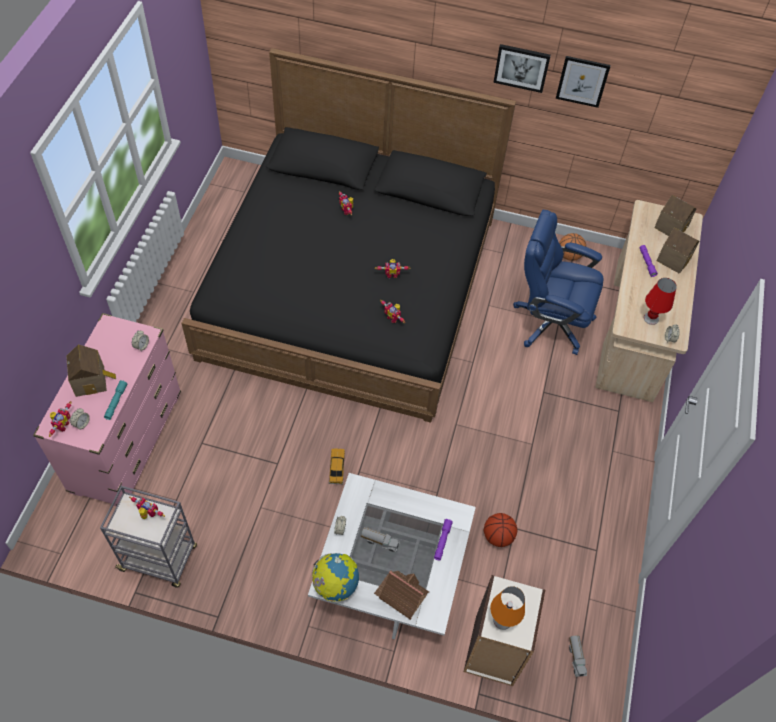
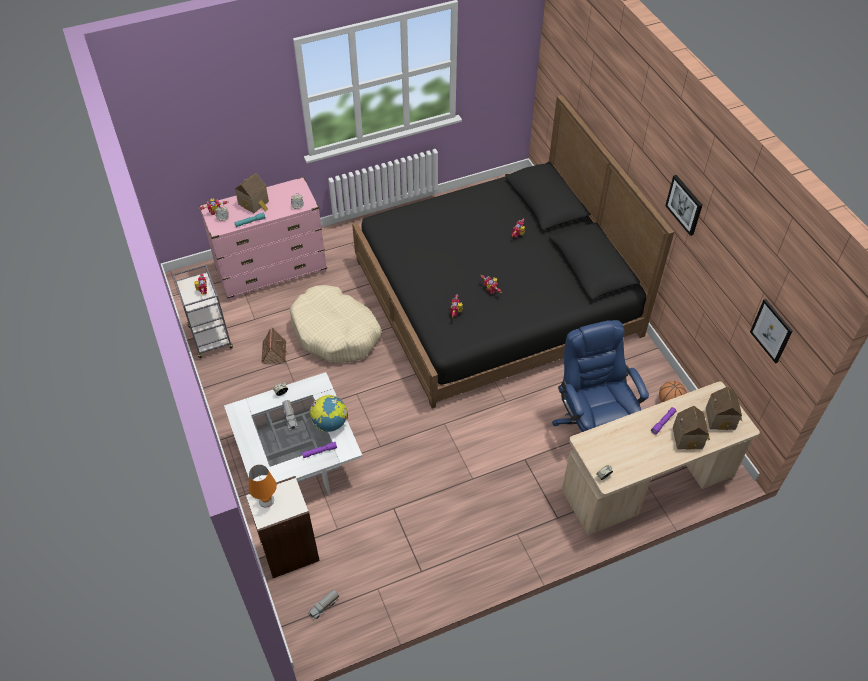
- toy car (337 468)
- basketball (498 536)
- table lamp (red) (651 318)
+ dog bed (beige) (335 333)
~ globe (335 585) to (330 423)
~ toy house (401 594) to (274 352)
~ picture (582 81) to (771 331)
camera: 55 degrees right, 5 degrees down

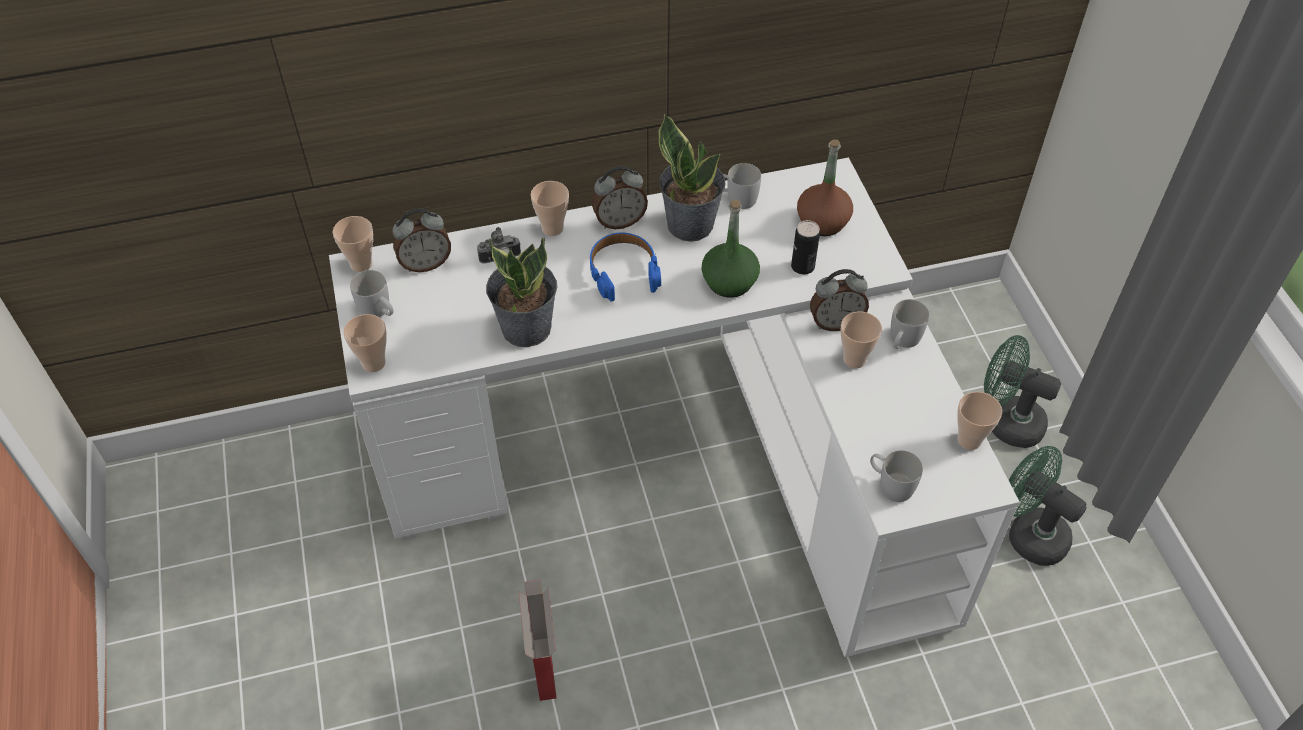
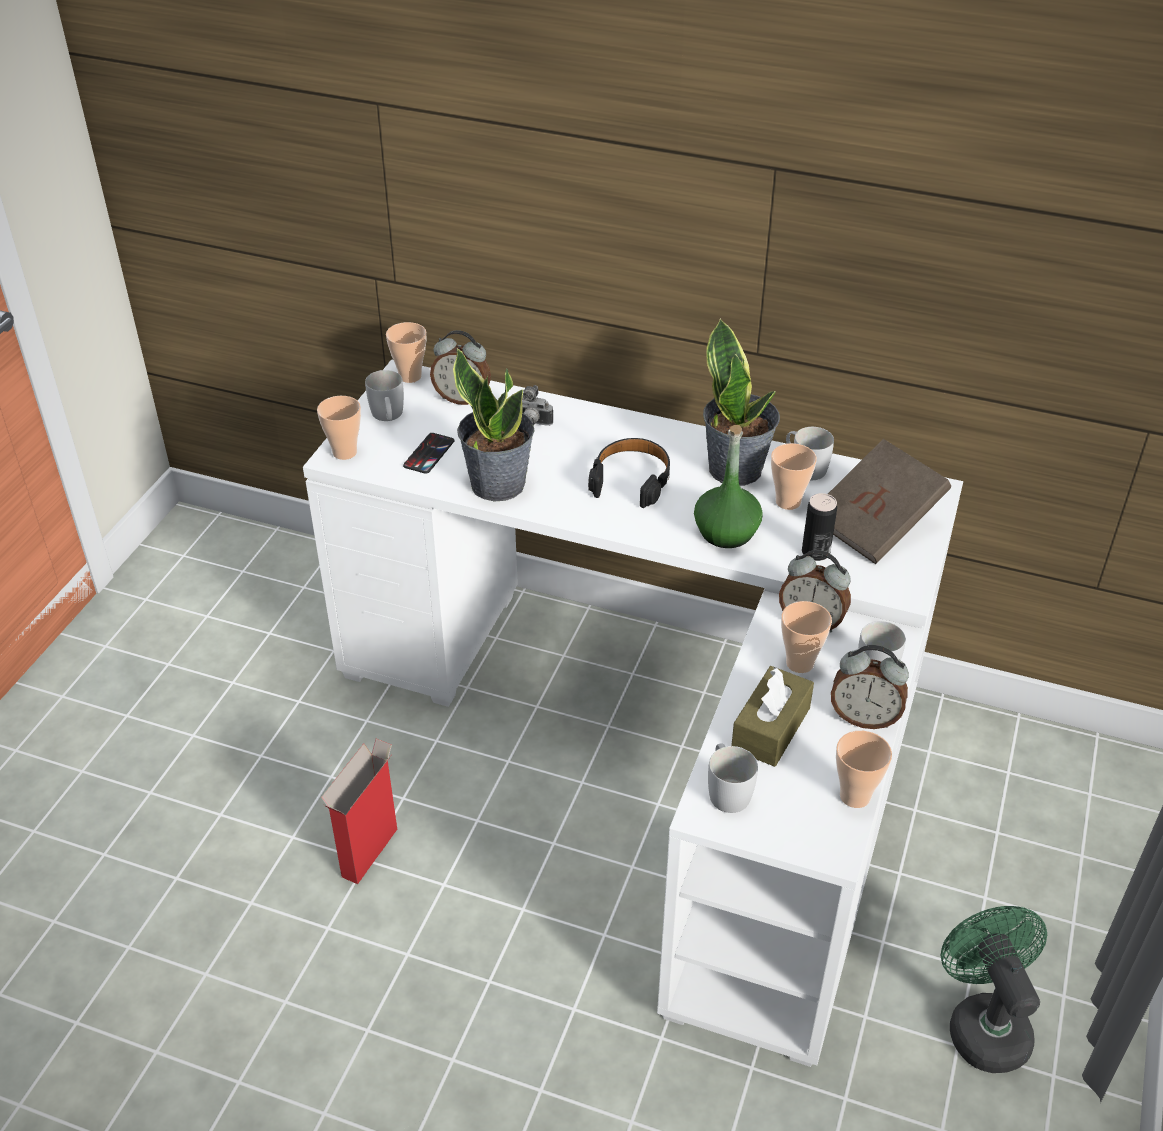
- fan (green) (1006 421)
+ phone (429 454)
+ tissue box (brown) (771 728)
~ cup (552 228) to (788 502)
~ alarm clock (619 221) to (864 717)
~ bottle (brown) (822 222) to book (brown) (876 524)
~ headphones (blue) (623 272) to headphones (black) (631 479)
camera: 35 degrees right, 10 degrees down

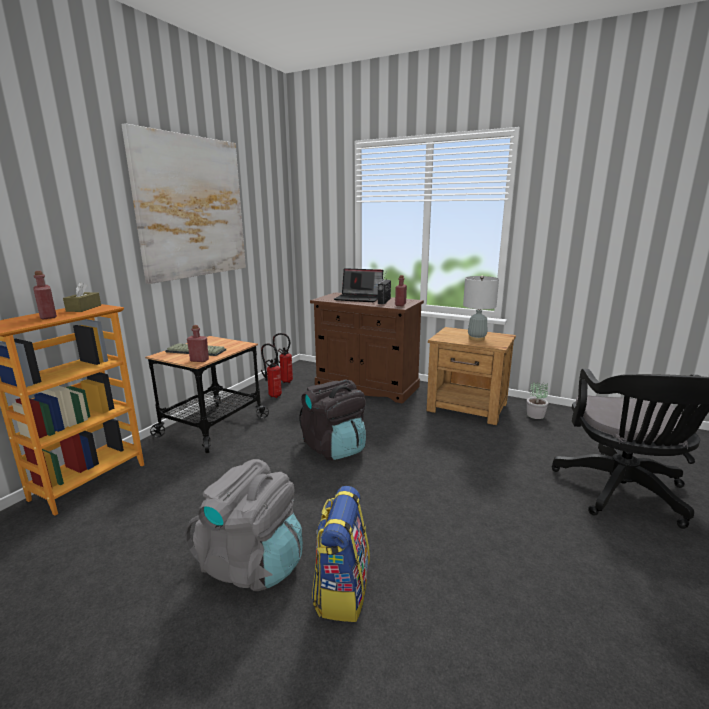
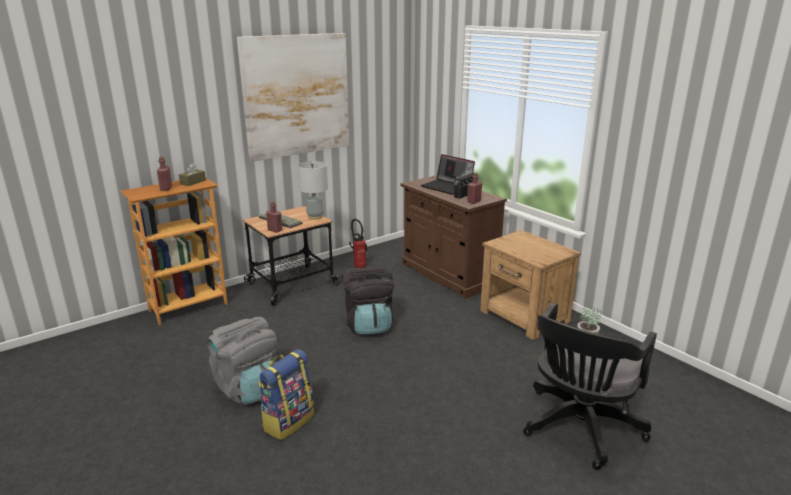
- fire extinguisher (285 381)
~ table lamp (grey) (477 338) to (315 217)
camera: 25 degrees right, 5 degrees up

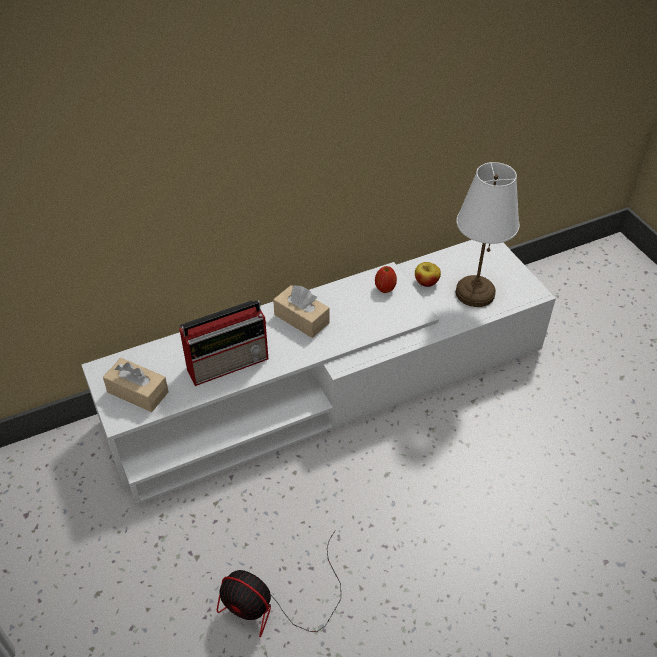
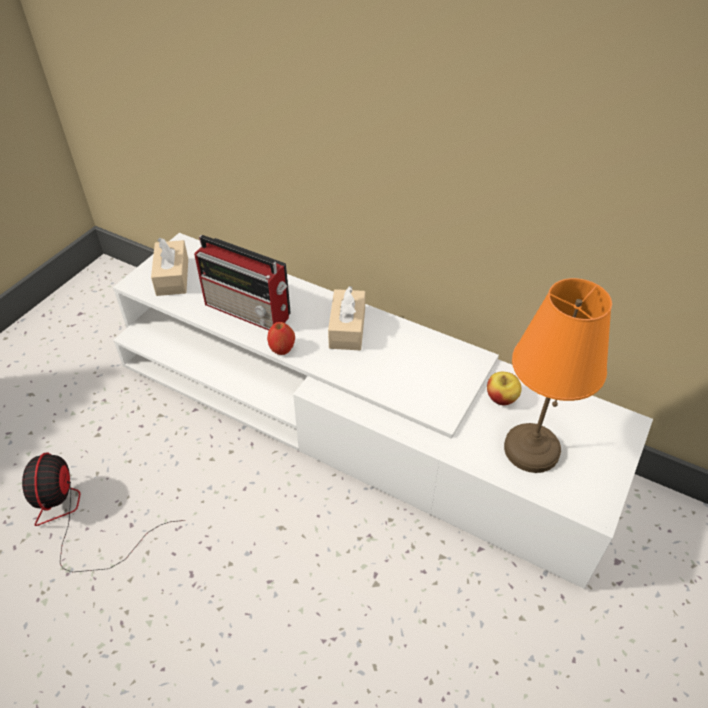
~ apple (385 288) to (282 349)
~ table lamp (white) (474 293) to table lamp (orange) (530 449)
camera: 55 degrees right, 0 degrees up

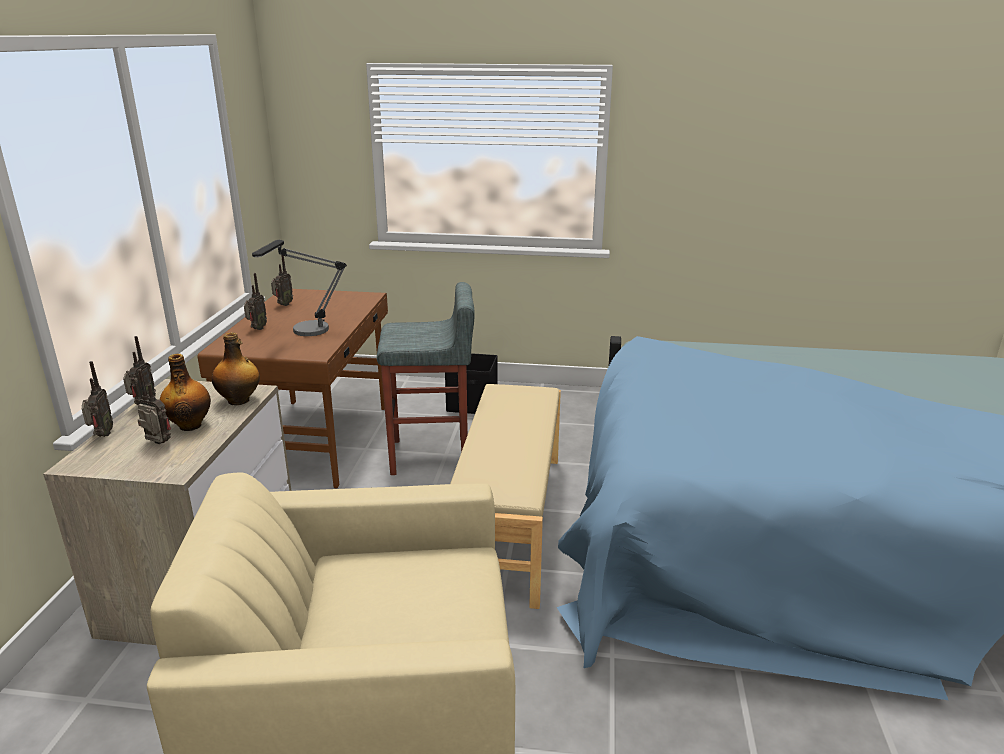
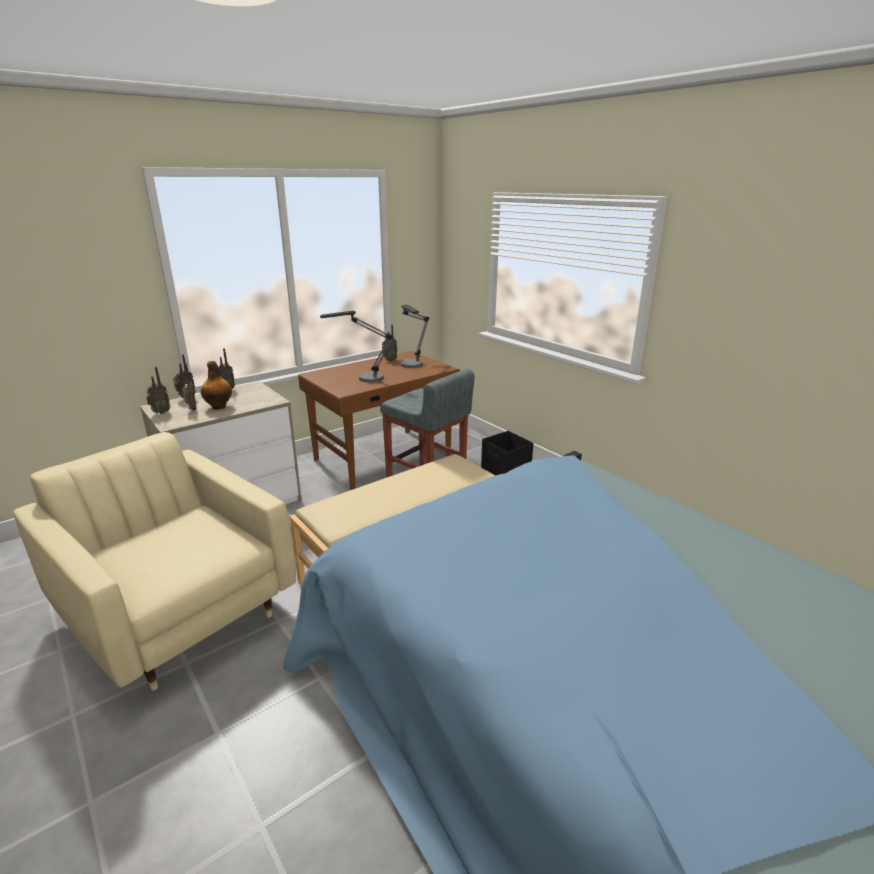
- bottle (239 400)
+ table lamp (412 366)
~ radio (257 329) to (160 412)
camera: 45 degrees right, 0 degrees up

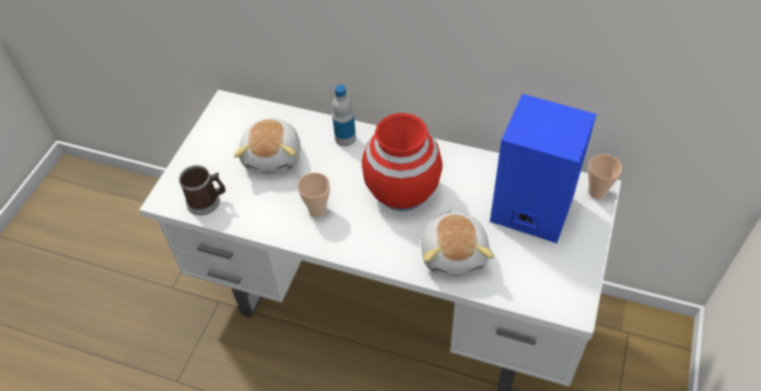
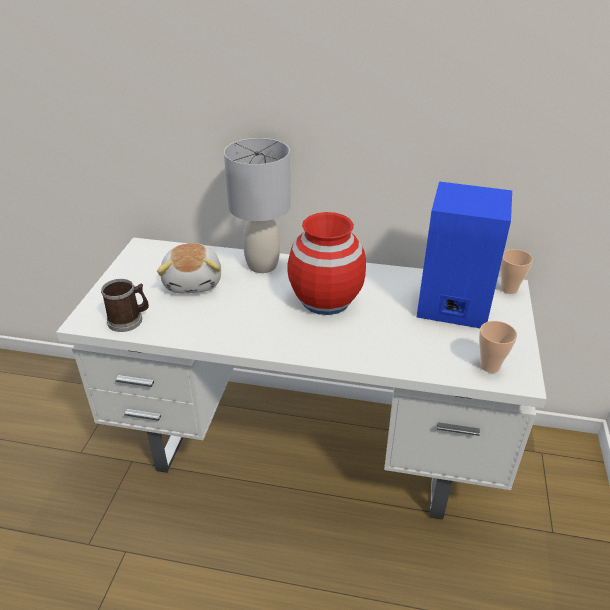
- plush toy (455 253)
~ cup (317 210) to (489 366)
~ bottle (345 138) to table lamp (grey) (262 265)
camera: 10 degrees left, 15 degrees down

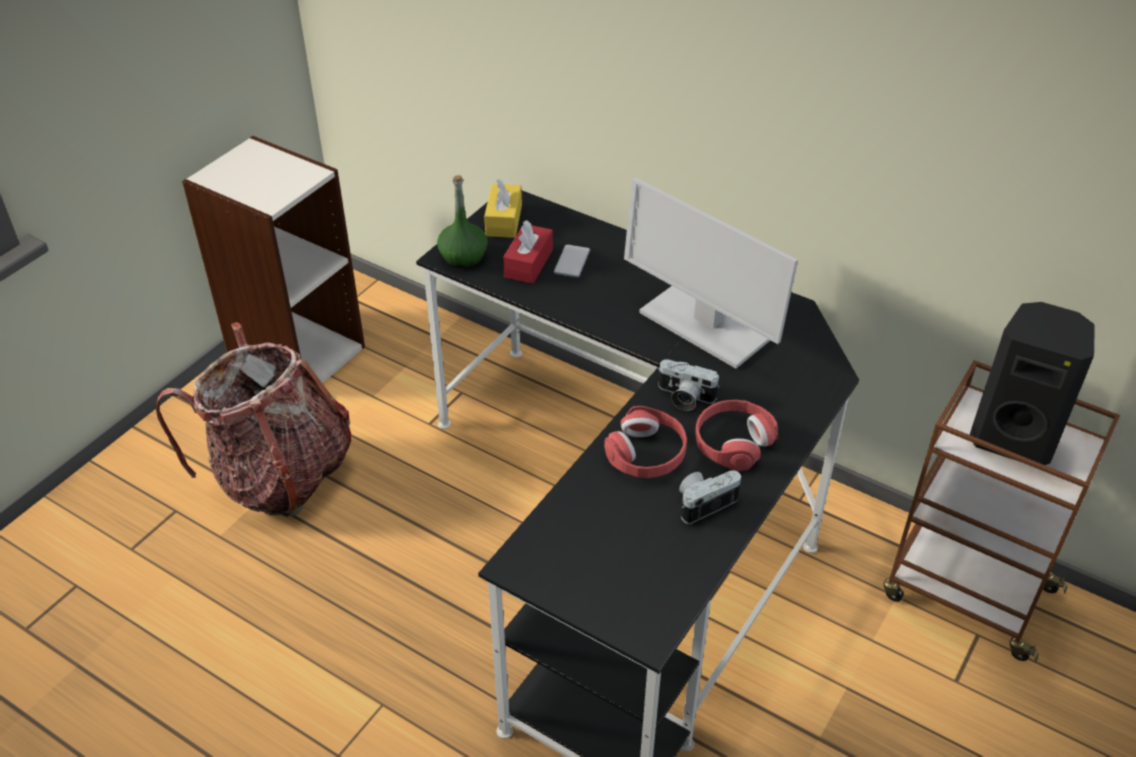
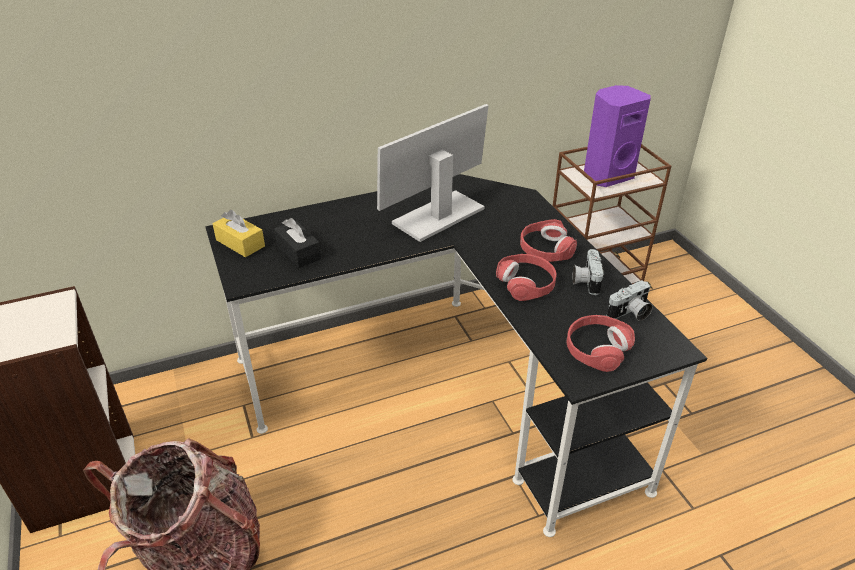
- bottle (green) (463 257)
- phone (572 262)
+ headphones (red) (597 349)
~ photo camera (684 397) to (630 313)
~ tissue box (red) (528 263) to tissue box (black) (298 252)
~ speaker (black) (1013 438) to speaker (purple) (607 176)
~ monitor (703 325) = (438 215) 150 degrees clockwise
camera: 55 degrees left, 5 degrees down

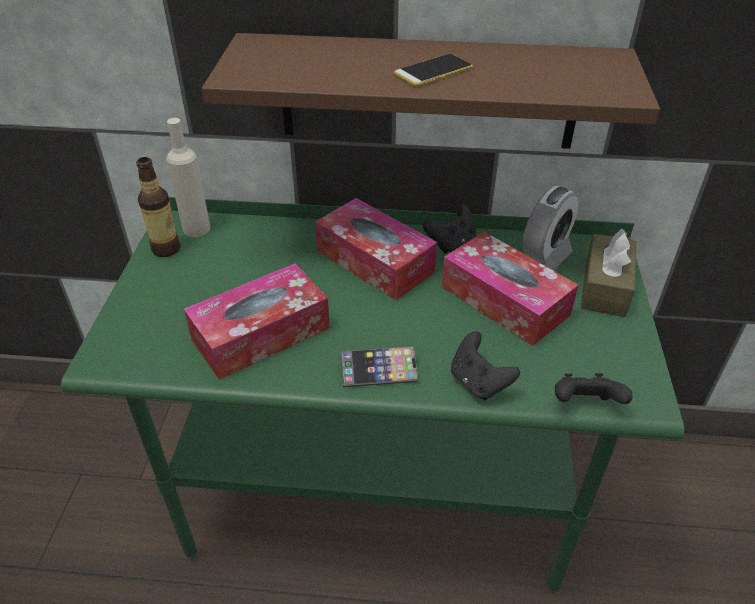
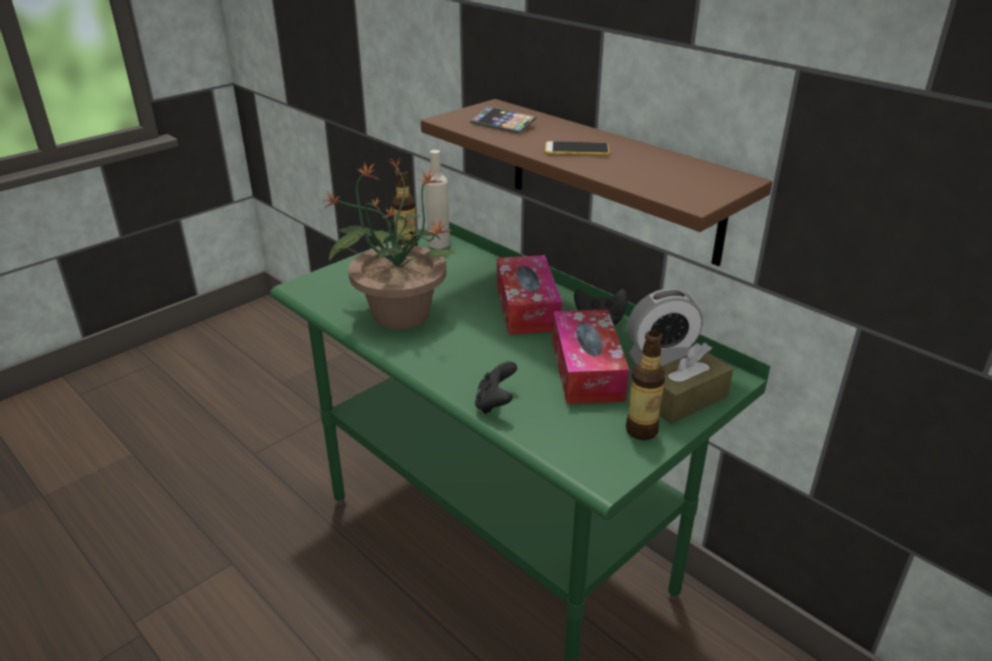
- game controller (black) (584 405)
+ bottle (641 430)
~ phone (378 370) to (502 124)
~ tissue box (261 334) to potted plant (399 313)
camera: 40 degrees right, 10 degrees down

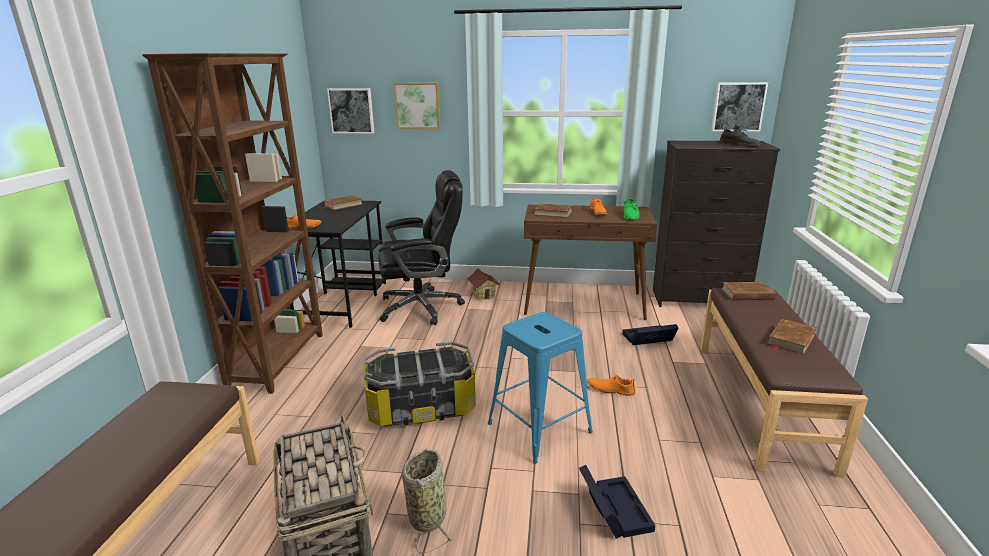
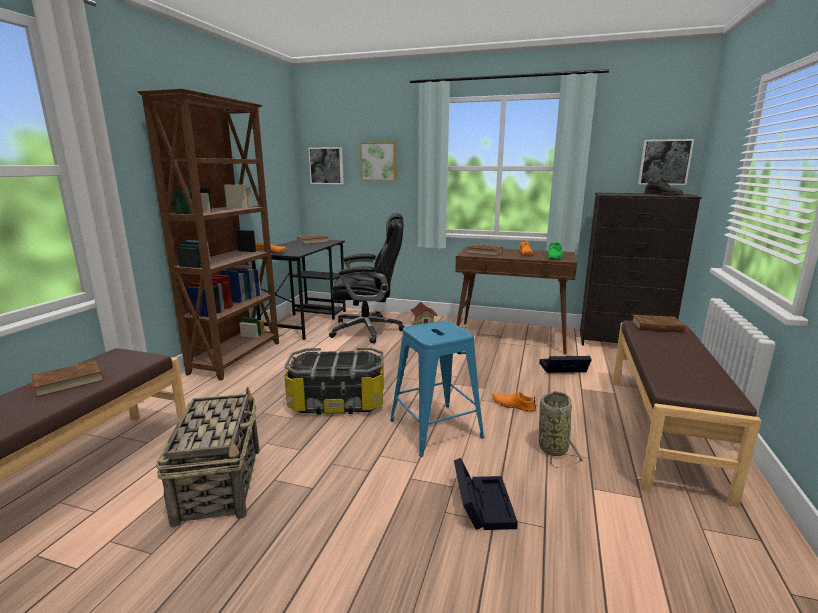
~ basket (428 515) to (552 447)
~ book (brown) (790 340) to (68 382)
camera: 10 degrees right, 5 degrees down

